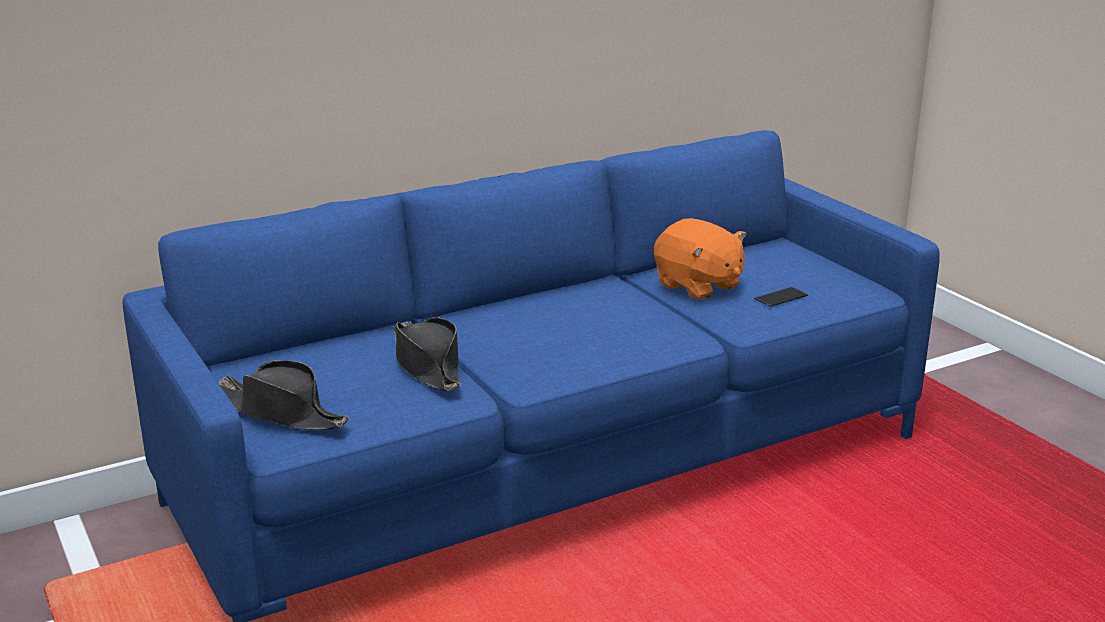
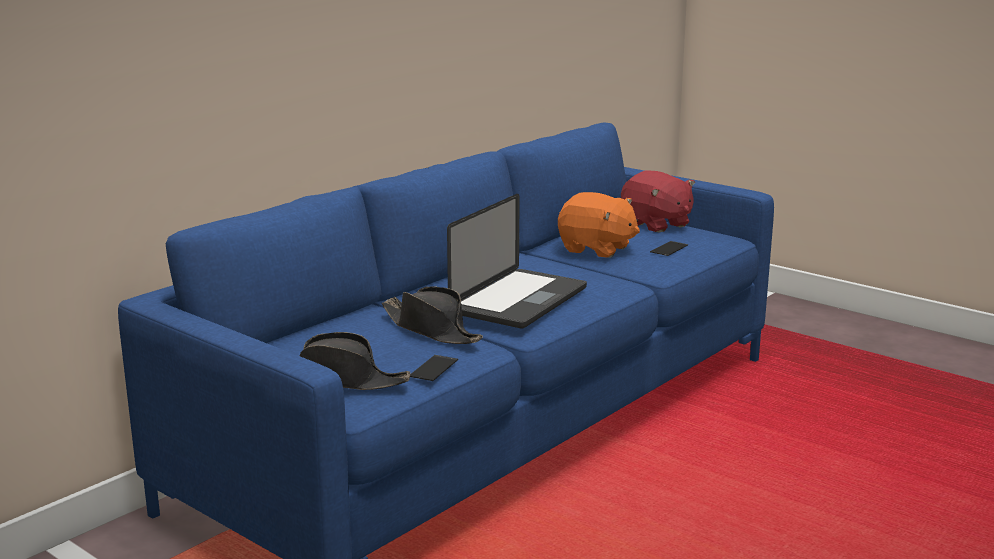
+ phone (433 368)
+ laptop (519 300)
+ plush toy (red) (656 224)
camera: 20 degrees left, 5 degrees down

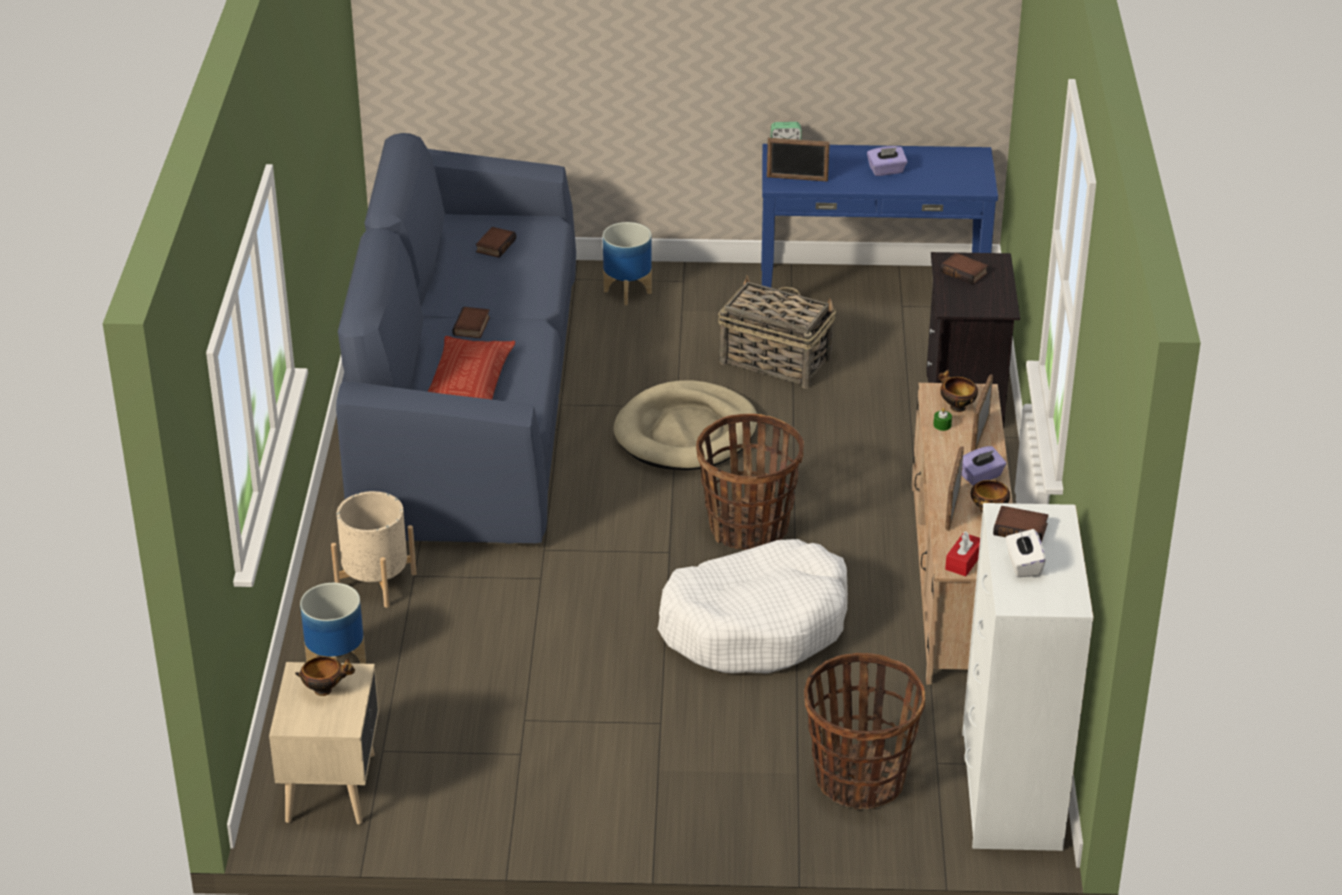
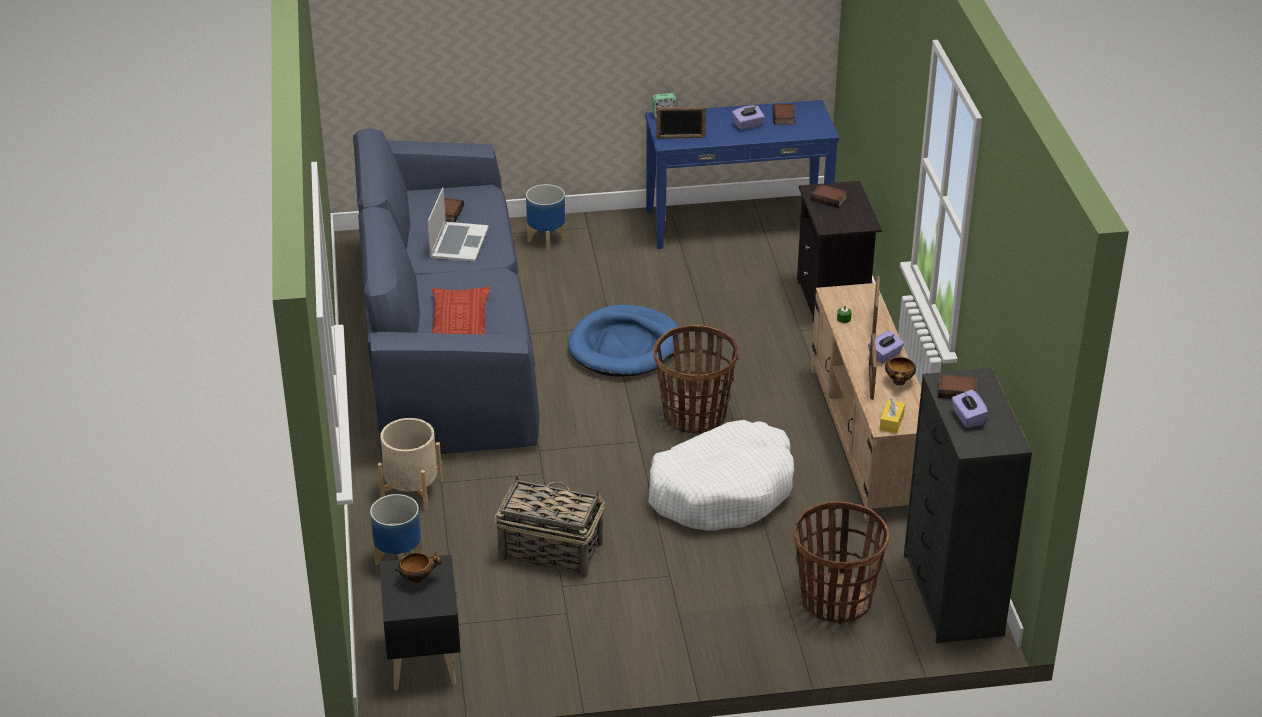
- bowl (956 407)
+ laptop (458 242)
~ book (472 327) to (784 117)
~ basket (774 360) to (549 550)
~ nightstand (beige) (333 786) to nightstand (black) (424 657)
~ dog bed (beige) (686 432) to dog bed (blue) (624 346)
~ tissue box (red) (964 561) to tissue box (yellow) (891 422)
~ dresser (white) (1011 791) to dresser (black) (953 596)
~ tissue box (white) (1023 565) to tissue box (purple) (967 418)
camera: 10 degrees left, 0 degrees up

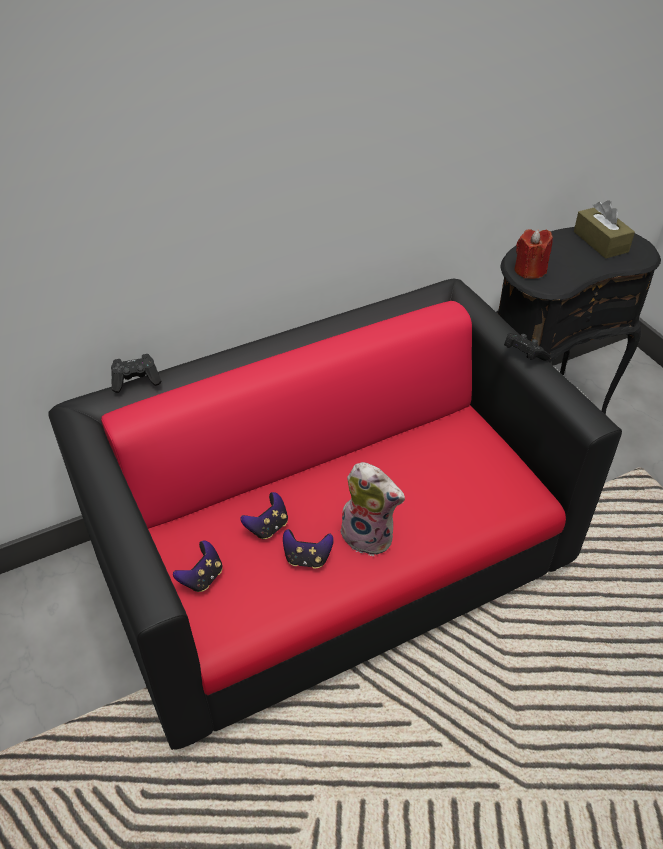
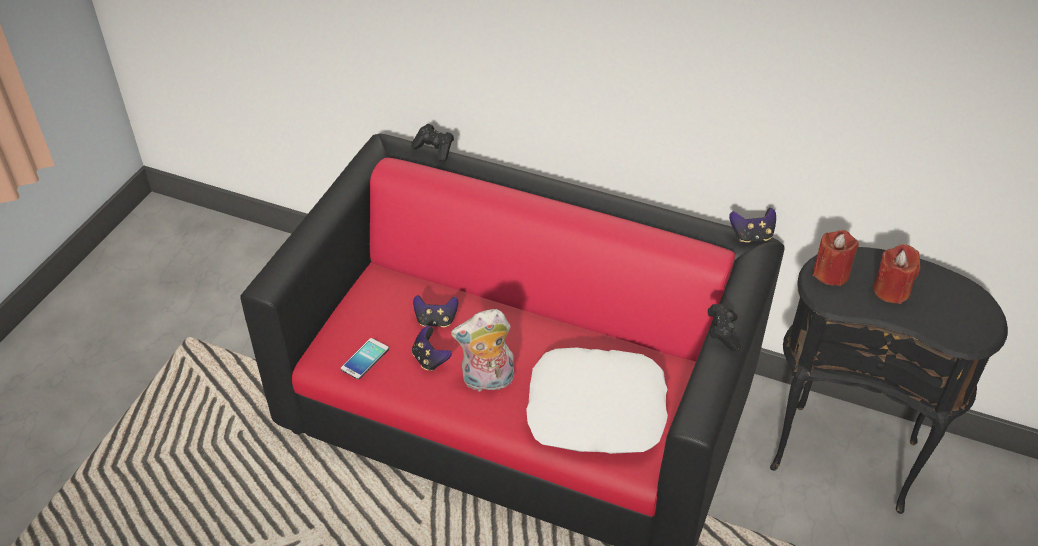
- tissue box (brown) (600 242)
+ phone (365 359)
+ pillow (white) (596 411)
+ candle (red) (891 290)
~ game controller (202 578) to (751 236)
~ plush toy (370 536) = (487 381) 90 degrees clockwise
camera: 50 degrees right, 0 degrees up

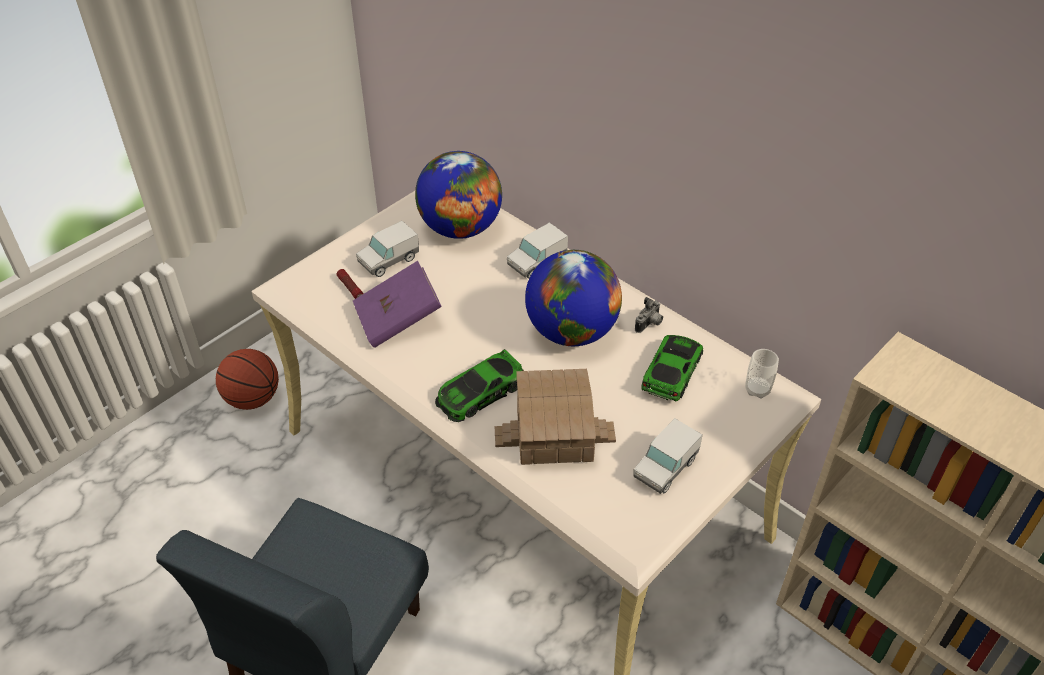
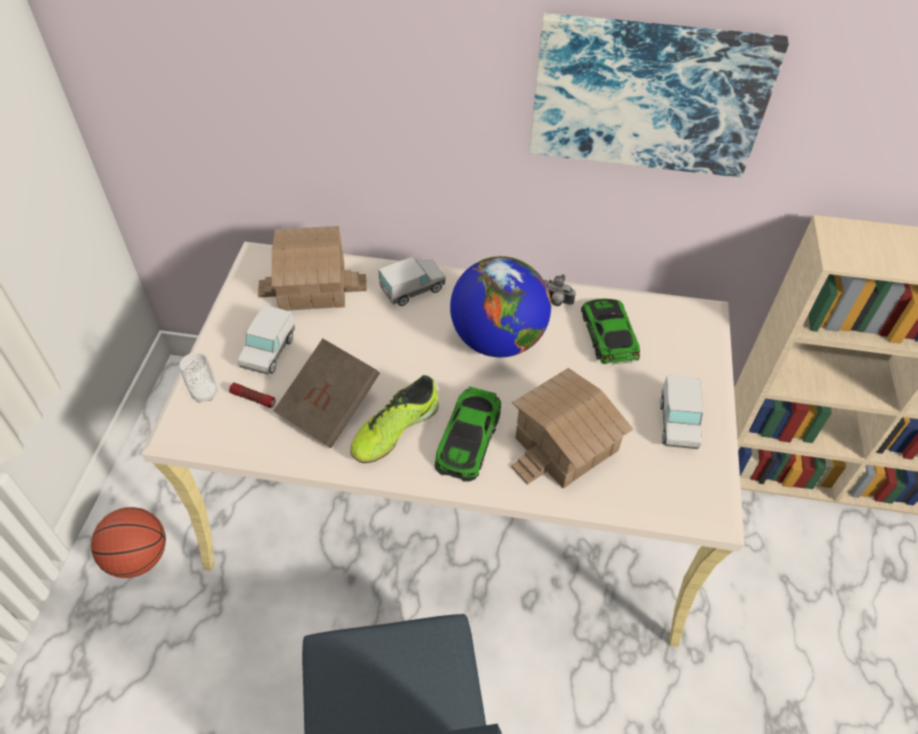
+ shoe (395 430)
+ picture (648 94)
~ cup (757 389) to (204 393)
~ globe (460 228) to toy house (312 288)
~ book (purple) (398 319) to book (brown) (330 407)
~ toy truck (537 263) = (412 290) 135 degrees counterclockwise
~ photo camera (649 324) = (555 302) 105 degrees clockwise
camera: 35 degrees left, 5 degrees up

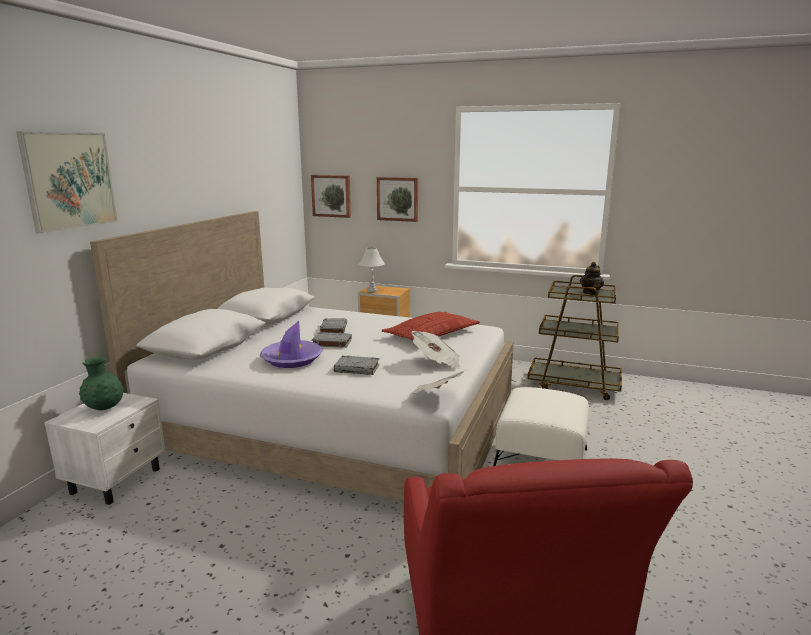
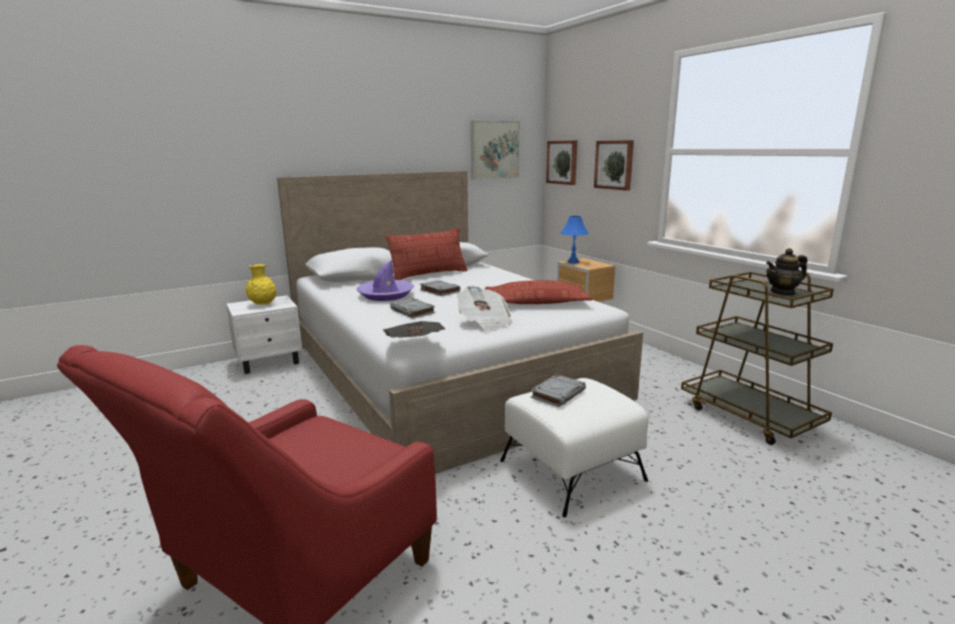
+ pillow (429 275)
~ picture (69 180) to (495 150)
~ book (grey) (333 328) to (558 394)
~ vase (green) (104 408) to vase (yellow) (263 304)
~ table lamp (white) (372 291) to table lamp (blue) (573 262)
camera: 40 degrees right, 0 degrees up

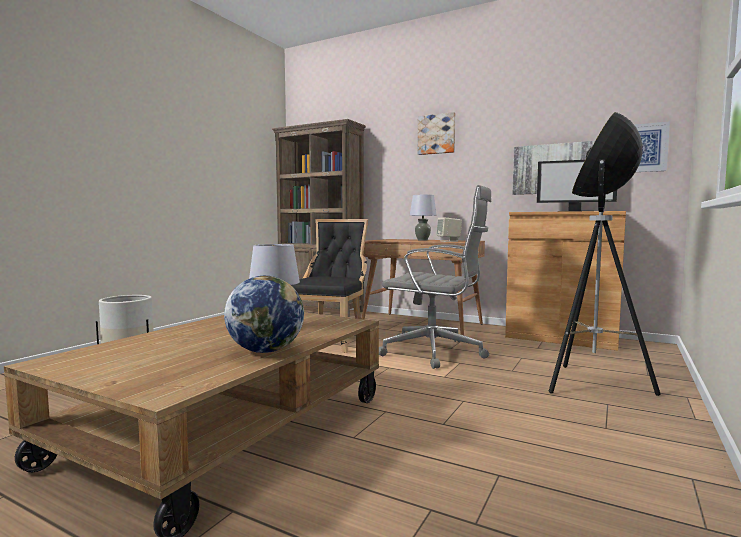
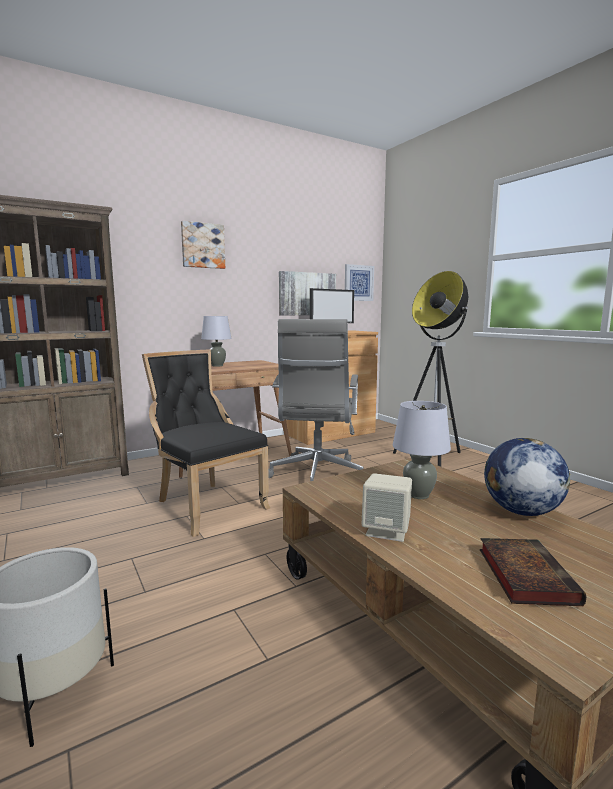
+ book (523 574)
~ speaker (beige) (449 241) to (387 531)
~ office chair (grey) (435 352) = (316 475) 135 degrees clockwise
camera: 60 degrees left, 5 degrees up

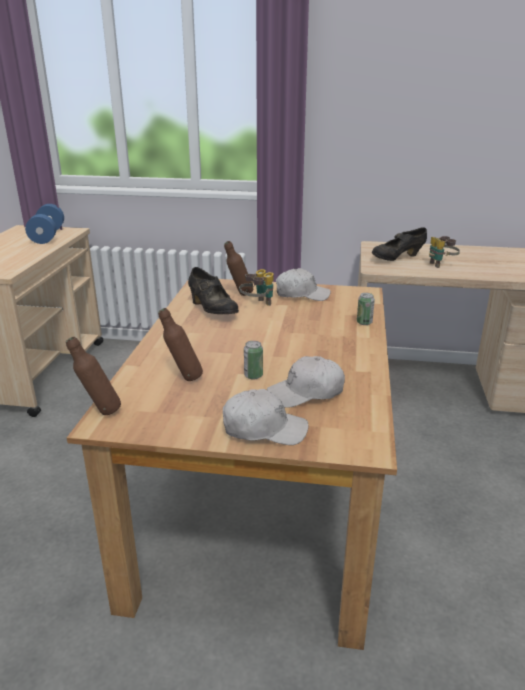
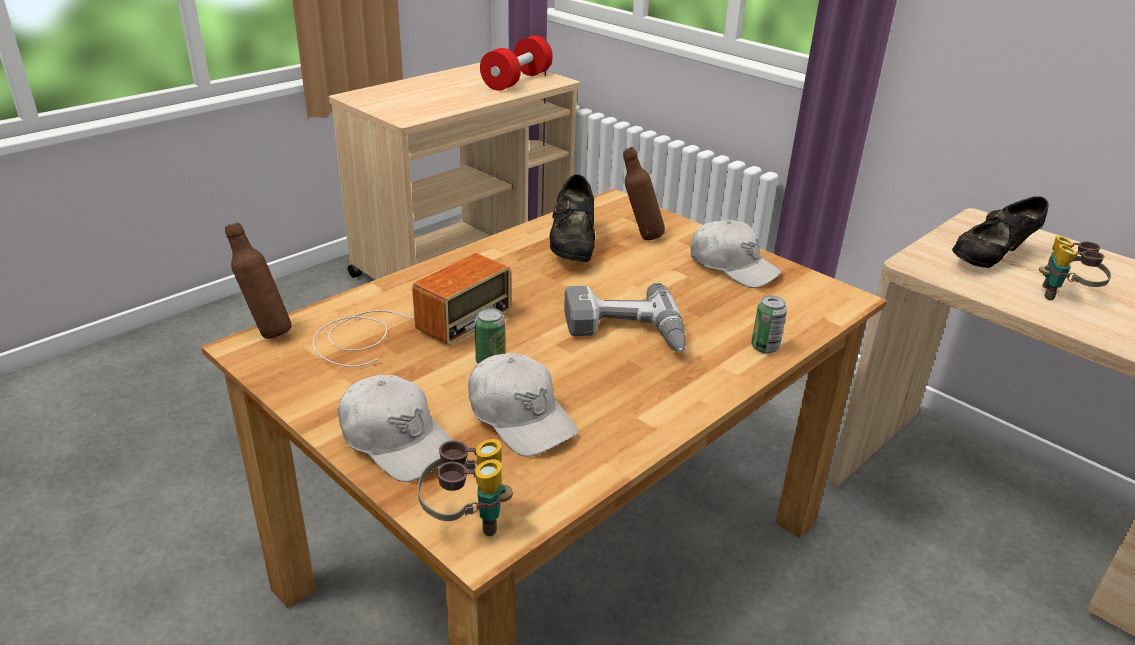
+ power drill (624 333)
~ binoculars (257 305) to (466 521)
~ bottle (brown) (183 379) to radio (405 329)
~ dumbbell (blue) (47 236) to dumbbell (red) (517 81)
~ cap (white) (306 392) = (520 417) 150 degrees counterclockwise
~ shoe (black) (397 258) = (990 258) 45 degrees counterclockwise
camera: 35 degrees right, 5 degrees up

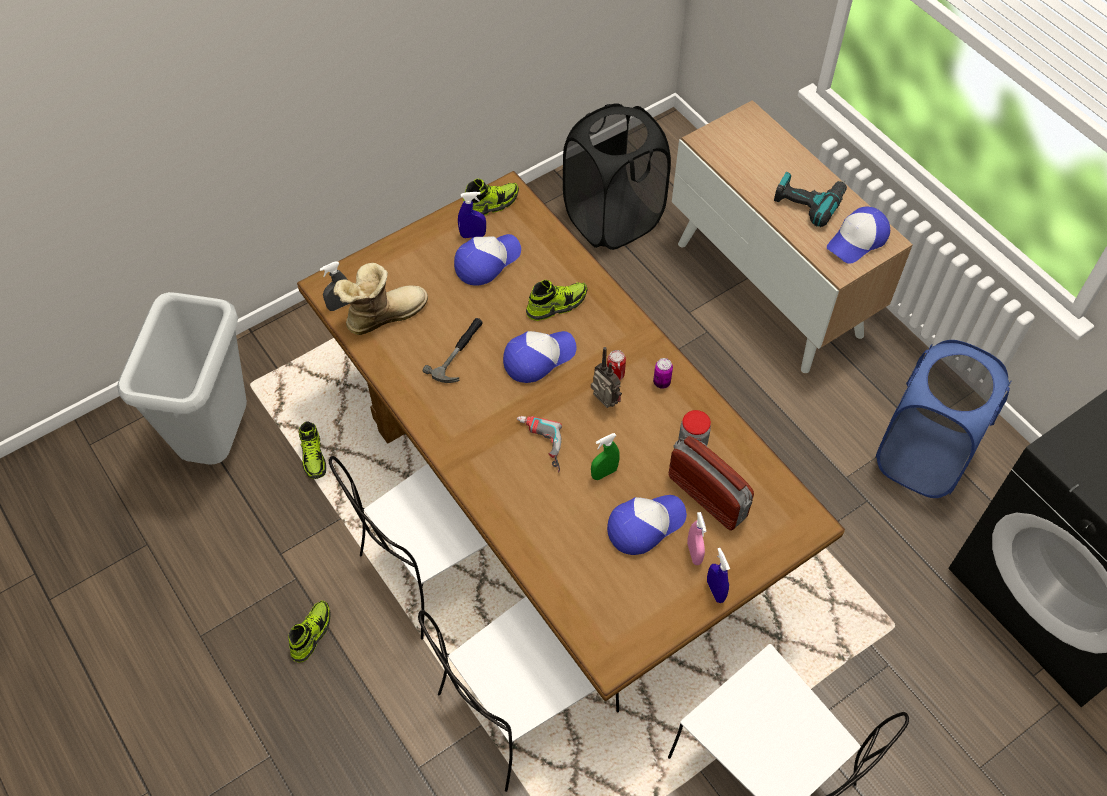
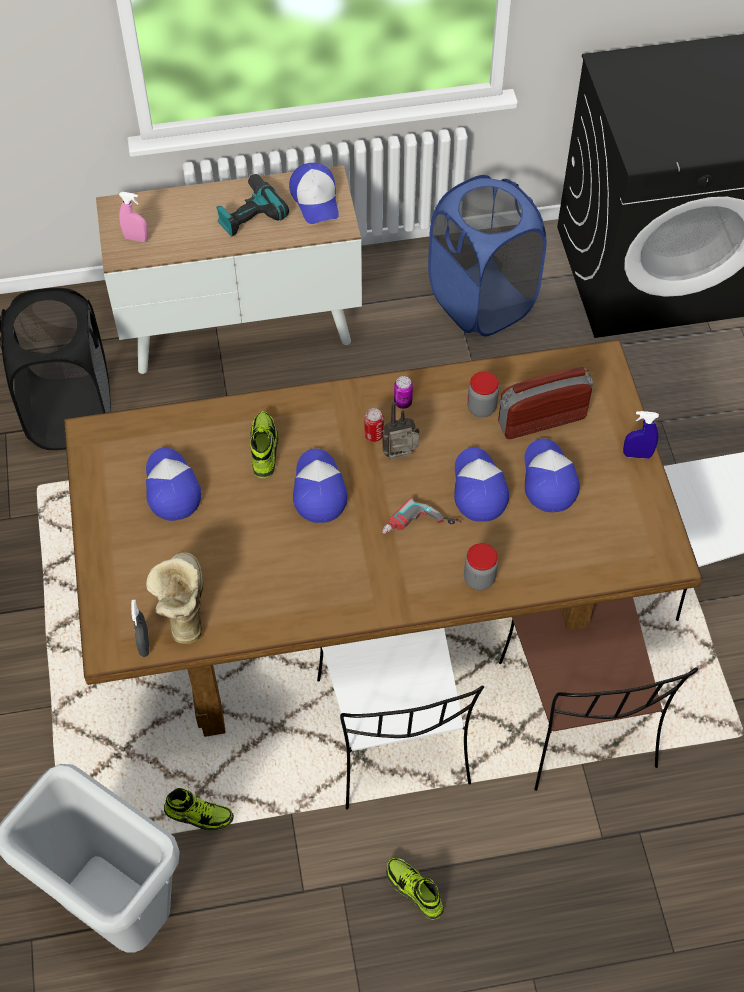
- hammer (459 352)
- spray bottle (blue) (473 235)
- shoe (490 204)
+ jar (479 579)
~ spray bottle (pink) (694 553) to (136 238)
~ spray bottle (green) (604 473) to cap (478 488)
~ chair (white) (523 705) to chair (brown) (578 719)
camera: 65 degrees left, 0 degrees up

